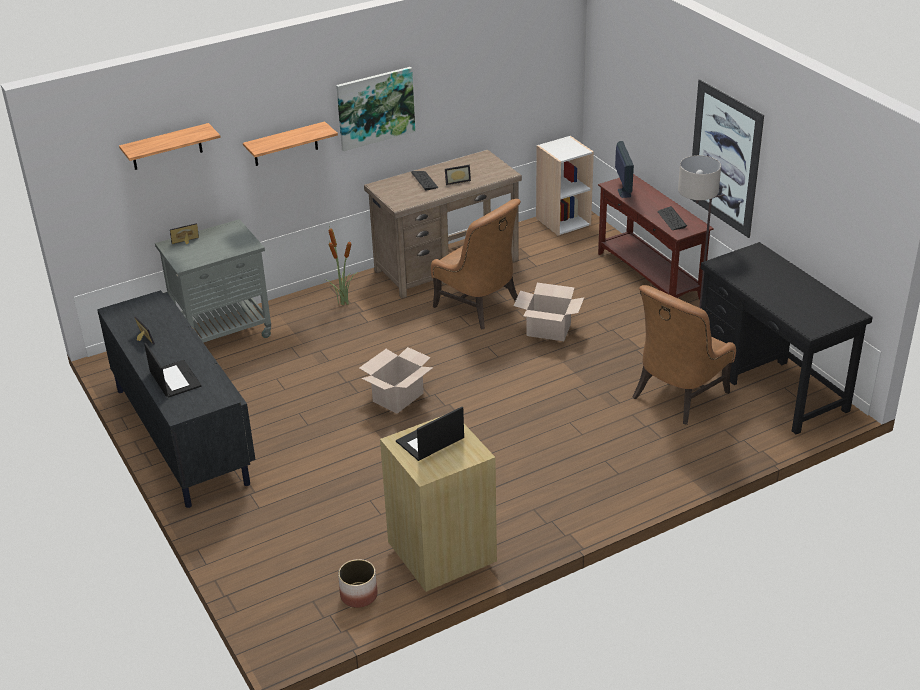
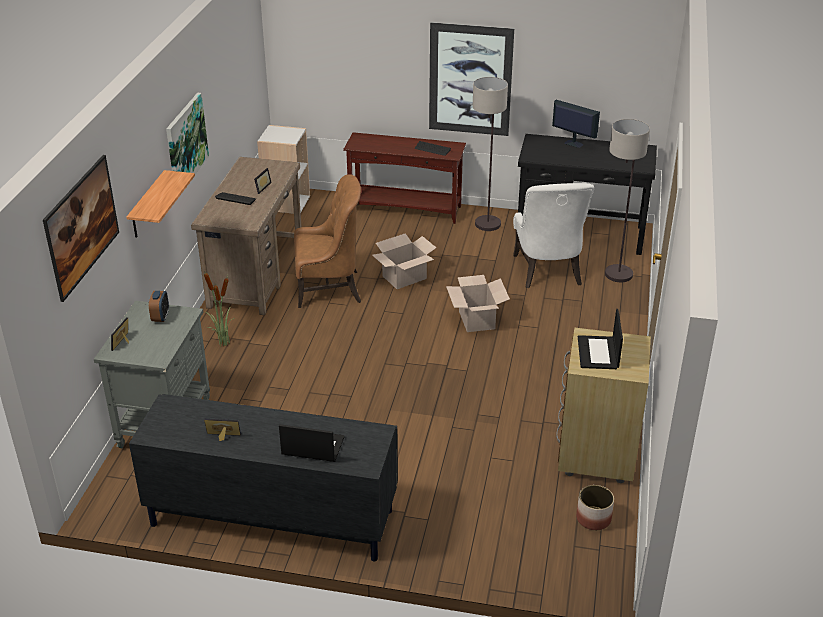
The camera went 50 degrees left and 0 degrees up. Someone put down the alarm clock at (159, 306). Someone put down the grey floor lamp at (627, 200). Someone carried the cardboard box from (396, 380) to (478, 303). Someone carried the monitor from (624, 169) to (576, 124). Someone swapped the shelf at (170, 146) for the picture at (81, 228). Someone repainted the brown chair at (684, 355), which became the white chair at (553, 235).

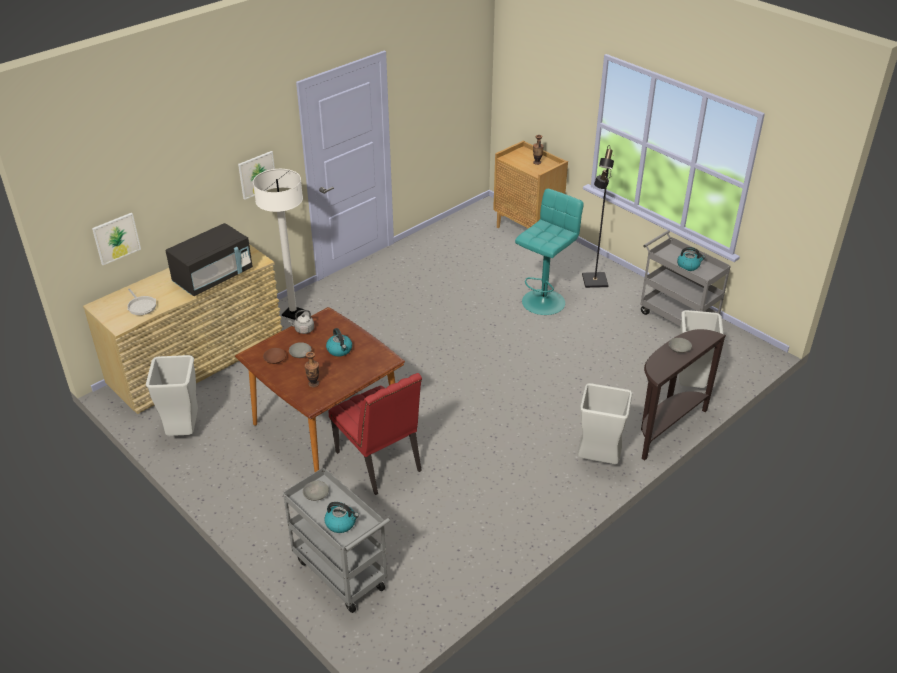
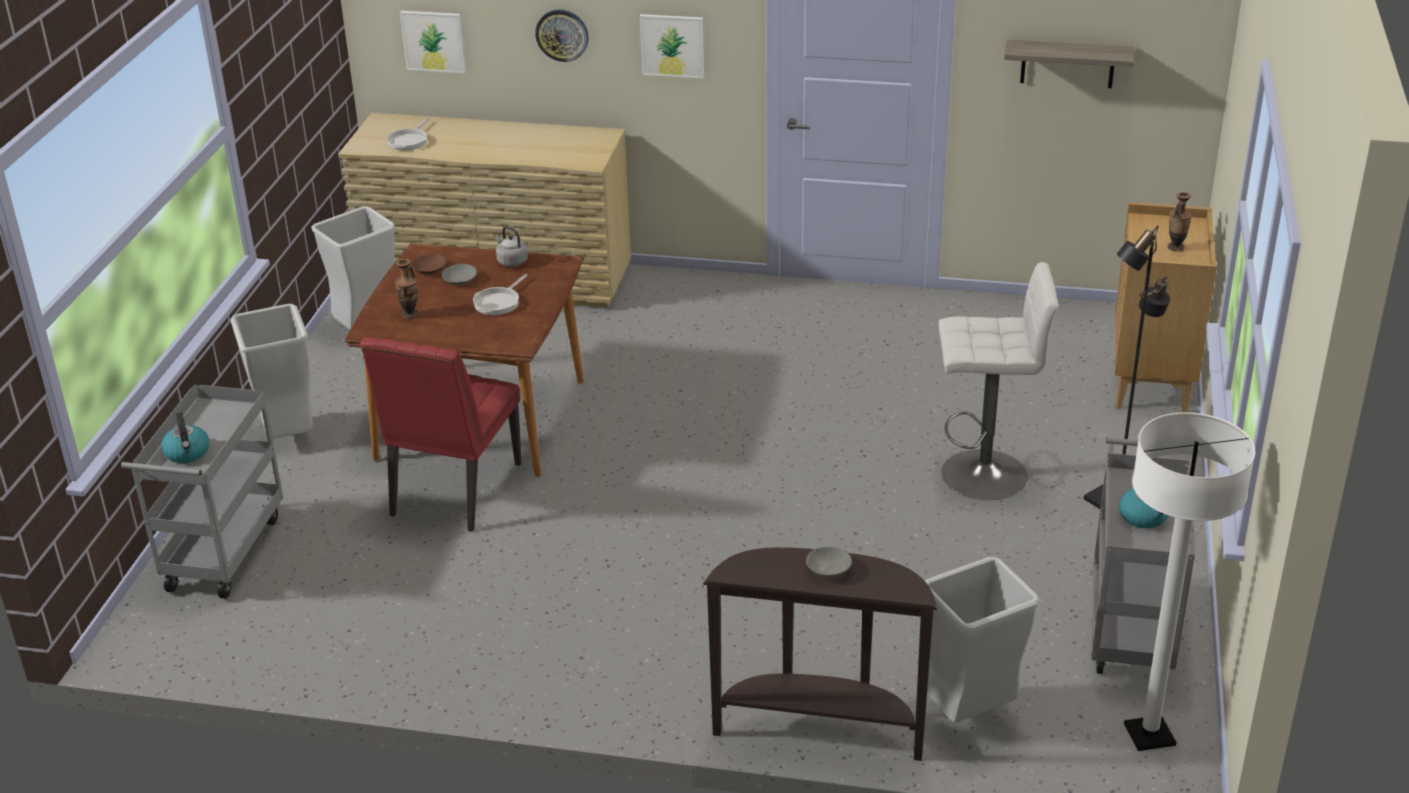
The camera went 55 degrees right and 5 degrees down. Someone took away the black microwave at (209, 259). Someone took away the grey bowl at (316, 491). Someone put up the wall clock at (562, 36). Someone put up the shelf at (1069, 64). Someone carried the white floor lamp from (279, 244) to (1189, 581). Someone carried the grey trash can from (604, 423) to (272, 371). Someone swapped the kettle at (339, 342) for the frying pan at (500, 294). Someone repainted the turquoise stool at (549, 252), which became the white stool at (999, 381).

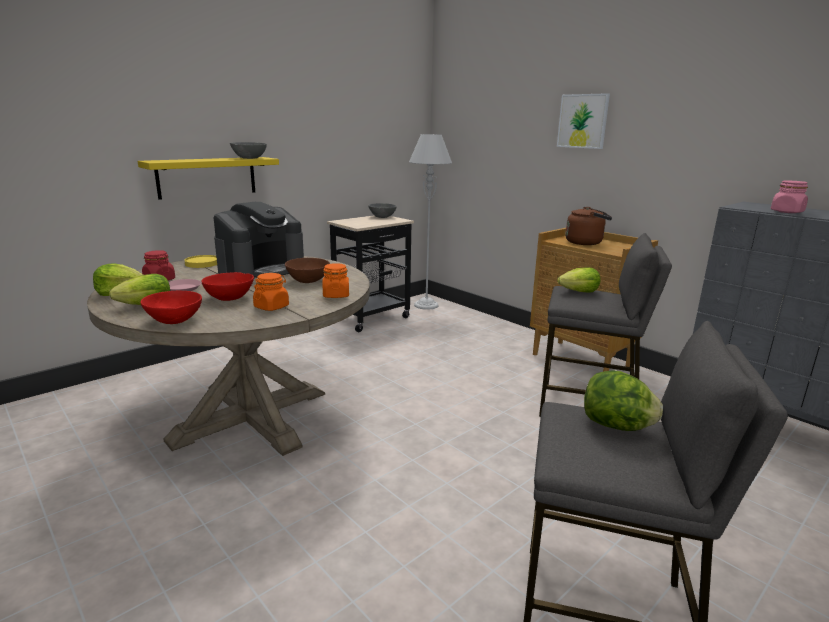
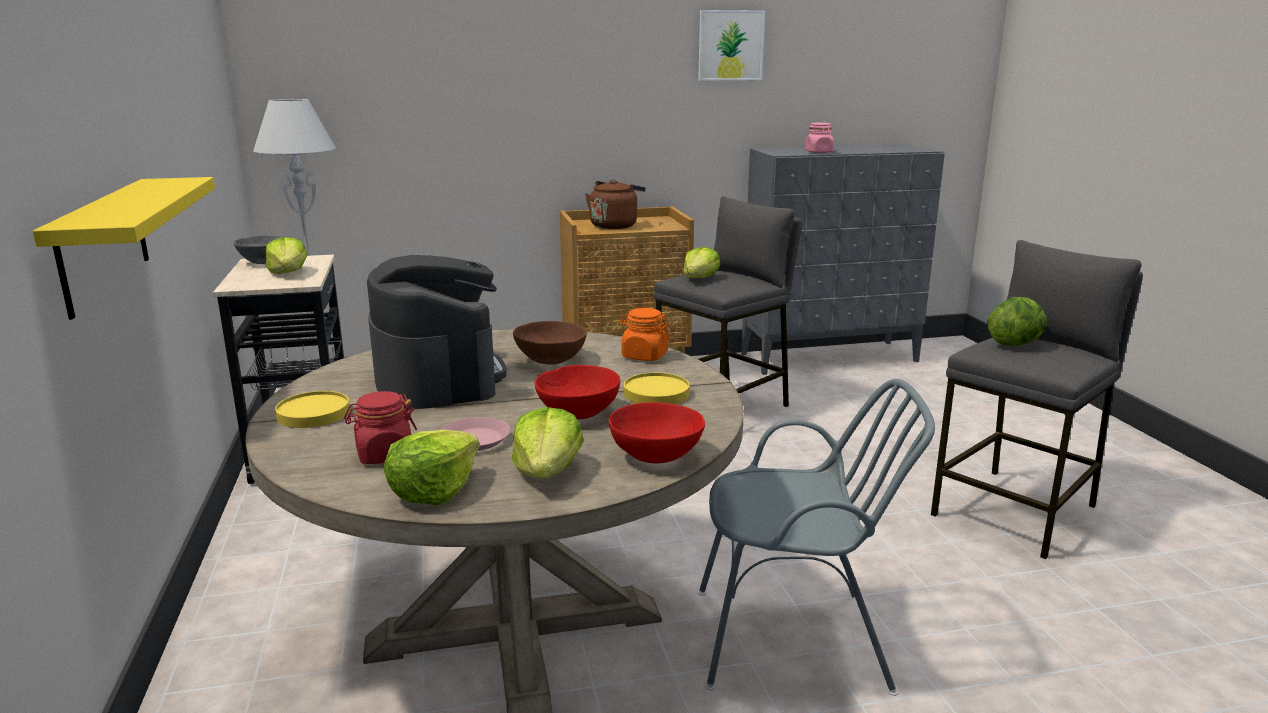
The camera went 60 degrees left and 0 degrees up. Someone took away the grey bowl at (248, 150). Someone put down the lettuce at (286, 255). Someone put down the grey chair at (816, 537). Someone carried the picture from (583, 121) to (731, 45). Someone swapped the orange jar at (271, 292) for the yellow plate at (657, 388).

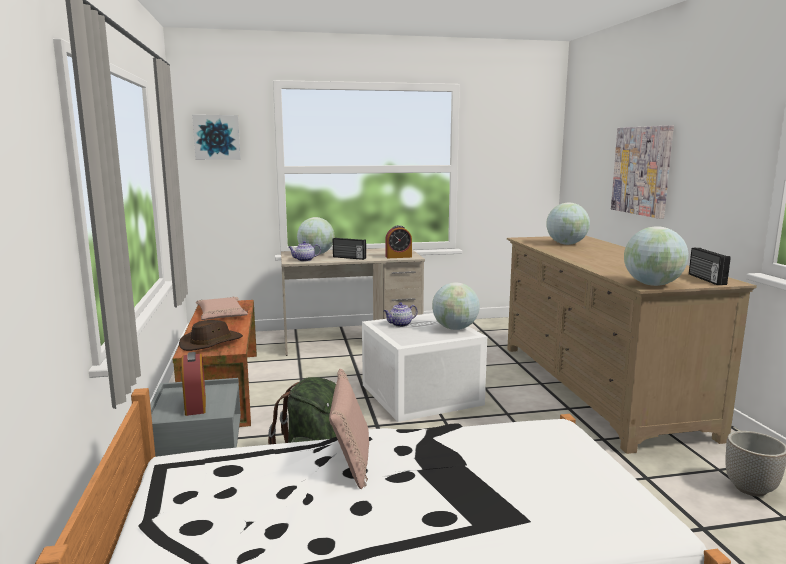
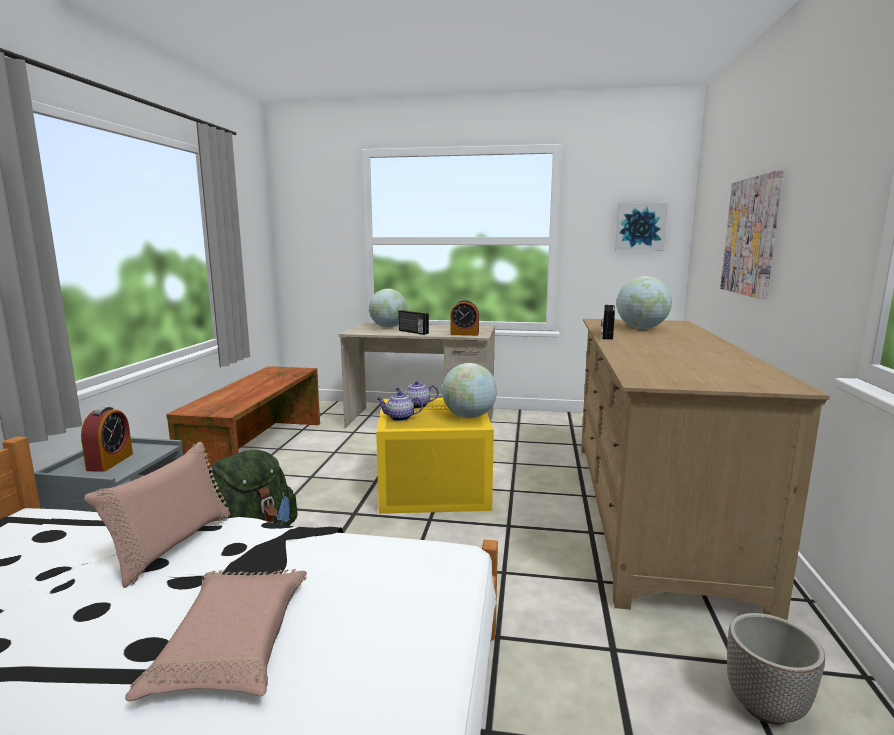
The camera went 20 degrees right and 0 degrees up. Someone took away the brown hat at (211, 335). Someone took away the globe at (656, 256). Someone carried the picture from (216, 137) to (641, 227). Someone carried the beige pillow from (222, 308) to (216, 635). Someone carried the teapot from (304, 251) to (400, 406). Someone carried the radio from (710, 266) to (608, 322). Someone repainted the white storage box at (424, 367), which became the yellow storage box at (435, 456).

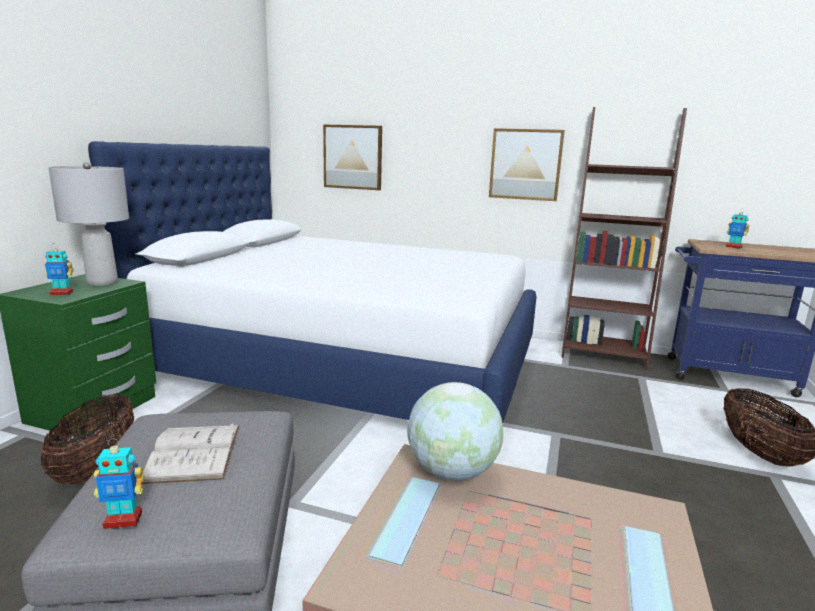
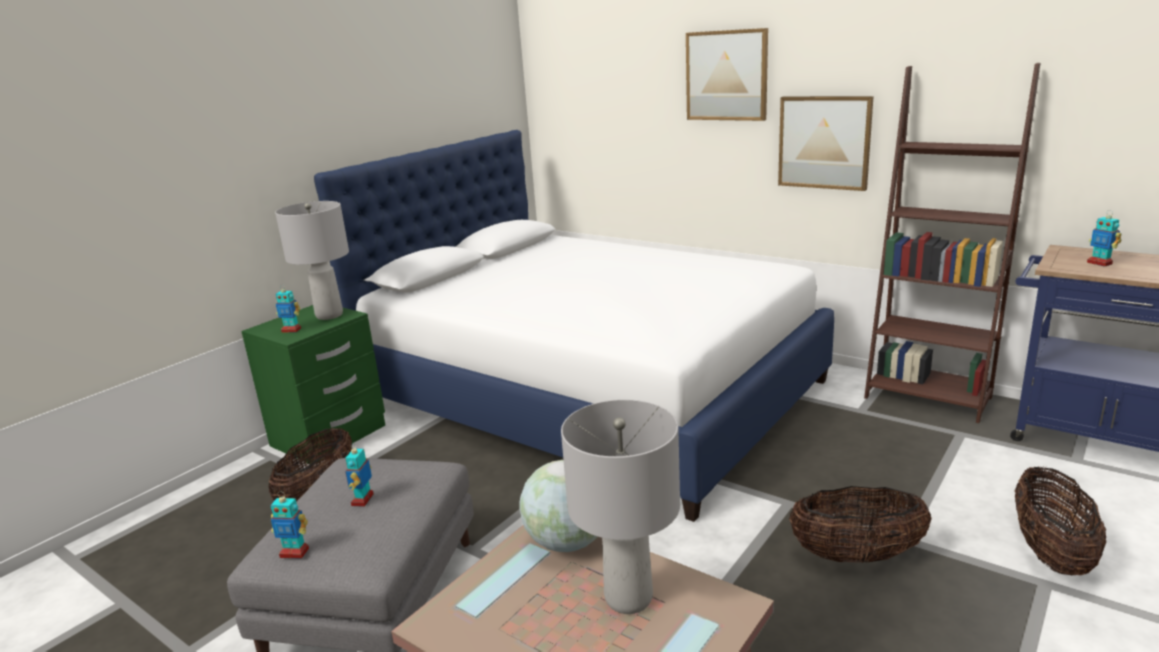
The camera went 20 degrees right and 5 degrees up. Someone put down the grey table lamp at (620, 507). Someone put down the basket at (860, 524). Someone carried the picture from (352, 157) to (727, 74). Someone swapped the white book at (191, 453) for the toy robot at (359, 477).

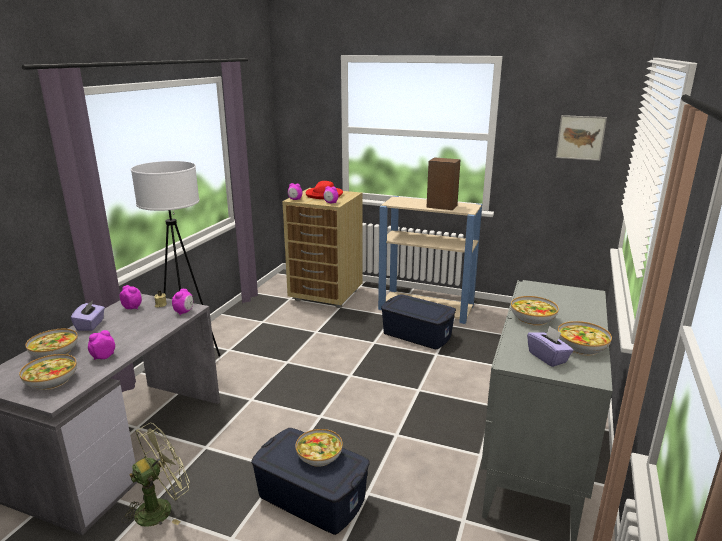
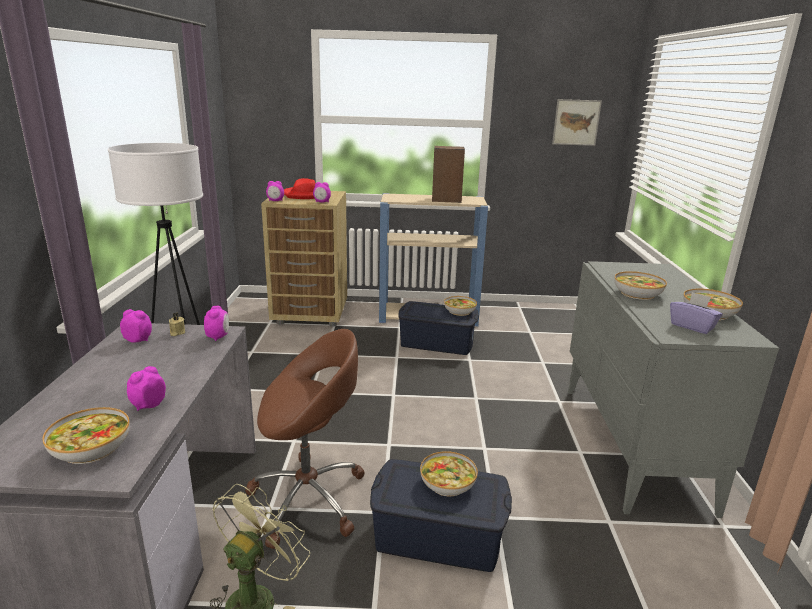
The camera went 20 degrees left and 0 degrees up. Someone took away the purple tissue box at (88, 315). Someone put down the brown office chair at (305, 439). Someone carried the bowl from (51, 343) to (460, 306).

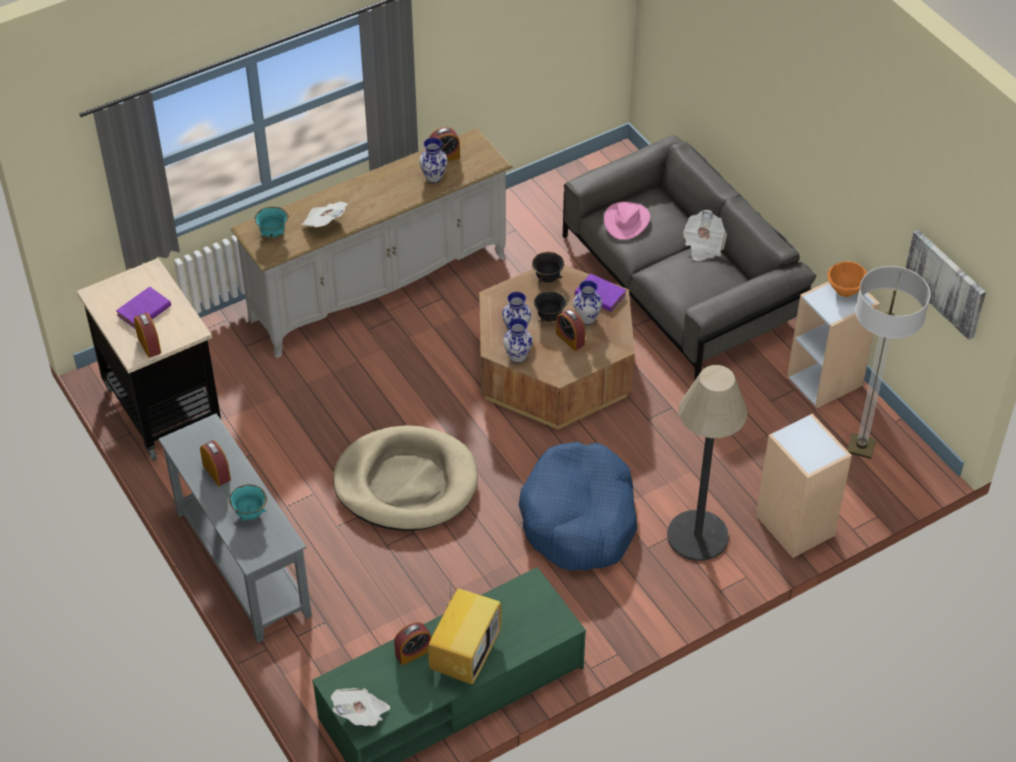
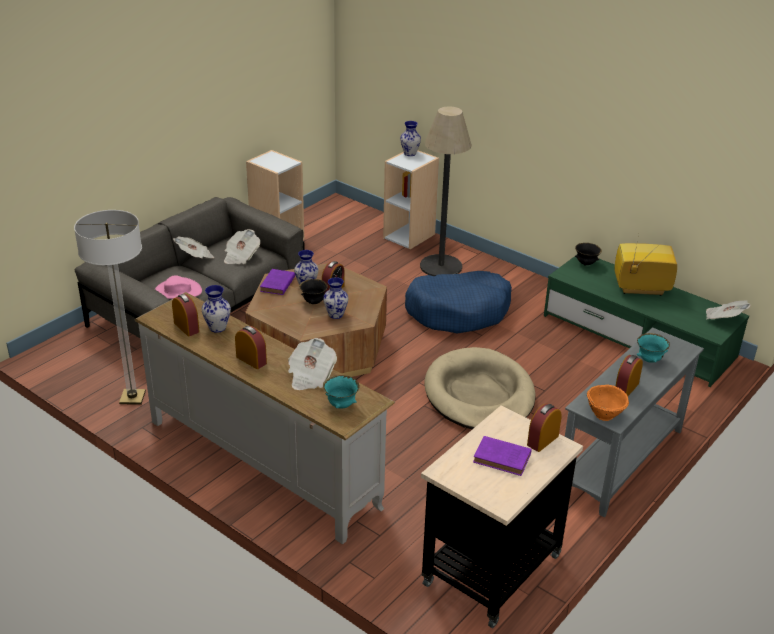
The camera went 110 degrees left and 15 degrees down. Someone took away the picture at (946, 285). Someone put down the newspaper at (242, 246). Someone carried the alarm clock from (412, 643) to (251, 347). Someone carried the vase from (518, 340) to (410, 138). Someone carried the black bowl from (548, 267) to (588, 254). Someone carried the orange bowl from (847, 279) to (608, 402). Someone carried the floor lamp from (888, 362) to (110, 307).

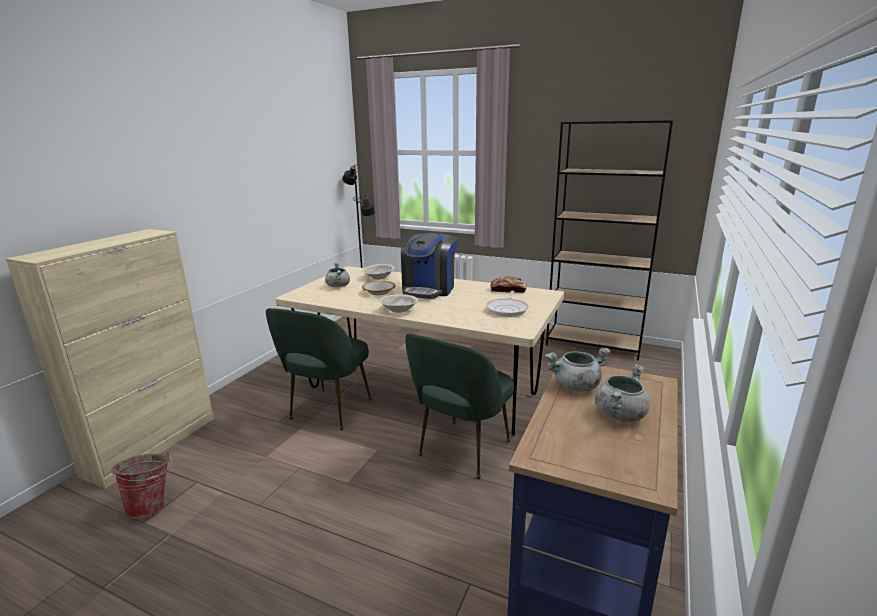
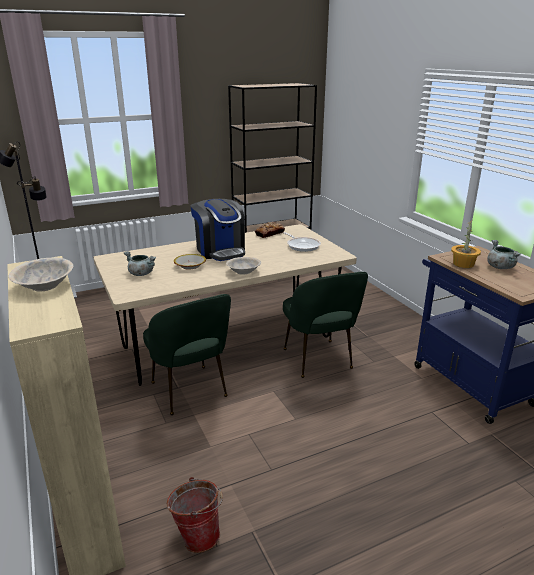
The camera went 50 degrees left and 5 degrees up. Someone carried the beige bowl from (378, 272) to (41, 274). Someone swapped the grey cooking pot at (578, 370) for the potted plant at (466, 244).

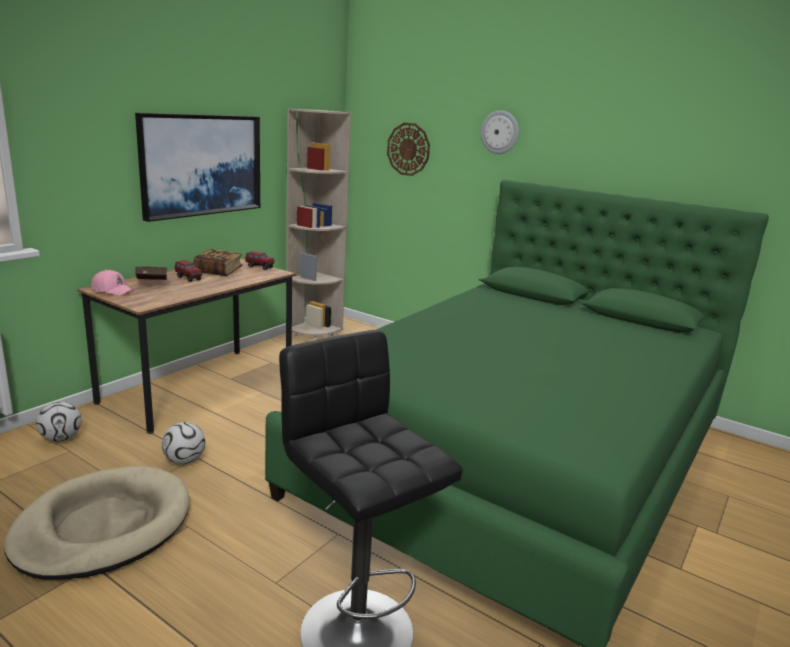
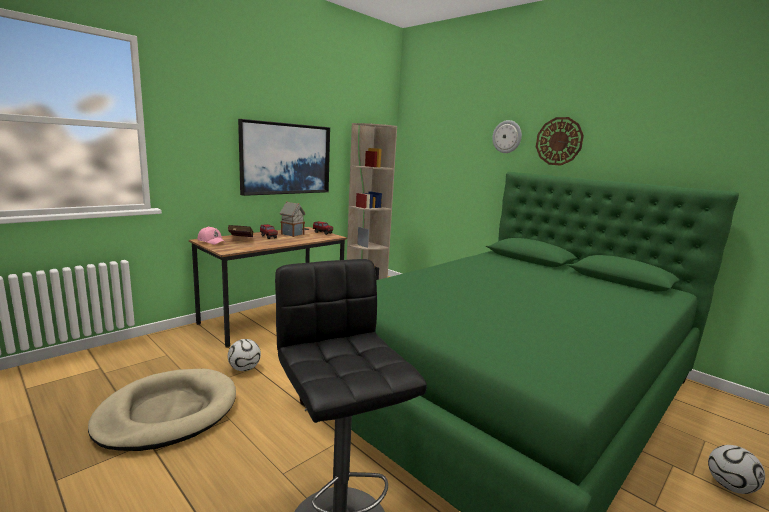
The camera went 10 degrees right and 5 degrees down. Someone carried the football from (59, 421) to (736, 469). Someone carried the wall clock from (408, 149) to (560, 141). Someone swapped the book at (218, 262) for the toy house at (292, 219).

